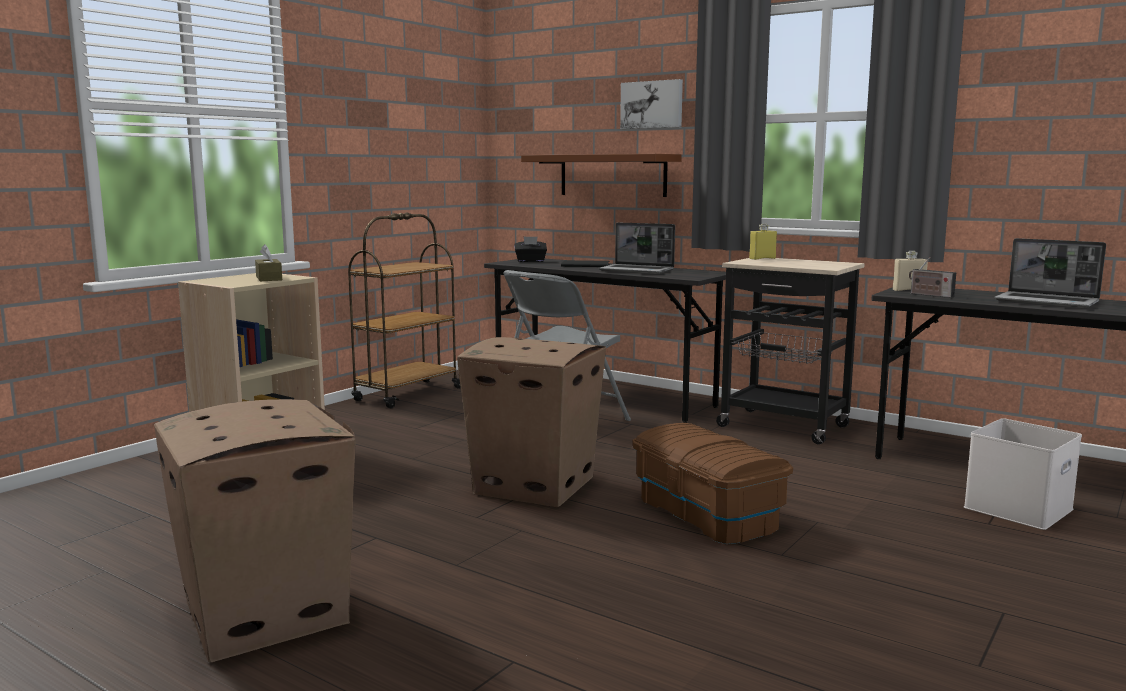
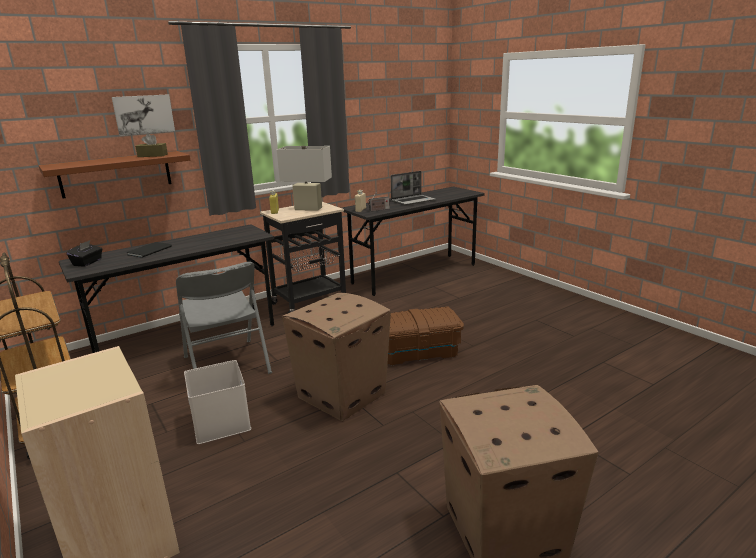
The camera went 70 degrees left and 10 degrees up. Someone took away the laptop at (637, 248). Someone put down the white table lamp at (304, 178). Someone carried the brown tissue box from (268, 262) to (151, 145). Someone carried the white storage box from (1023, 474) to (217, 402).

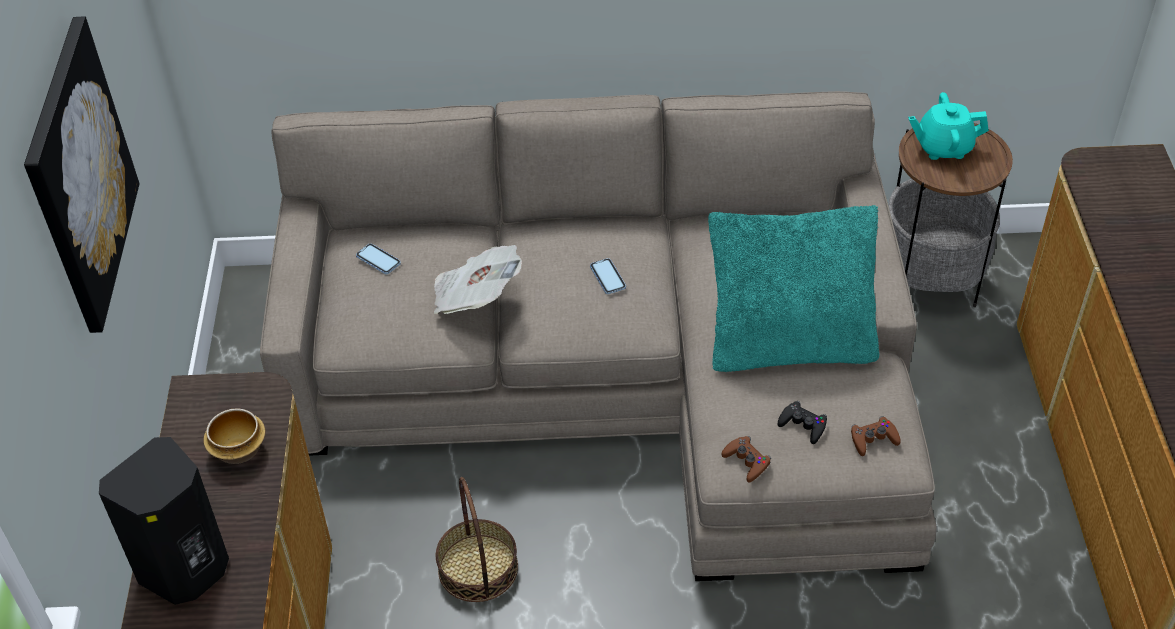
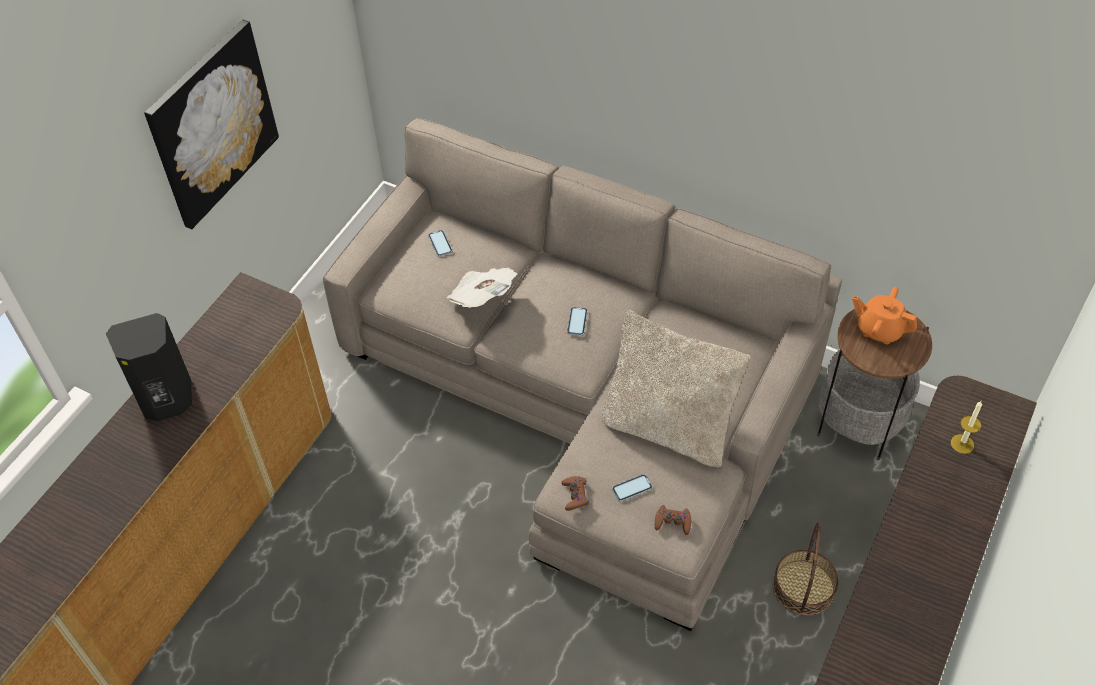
The camera went 30 degrees right and 5 degrees up. Someone took away the bowl at (234, 436). Someone put down the candle at (966, 427). Someone carried the basket from (477, 539) to (806, 569). Someone swapped the black game controller at (802, 422) for the phone at (632, 488). Someone repainted the turquoise pillow at (793, 288), which became the beige pillow at (675, 388). Someone repainted the turquoise teapot at (948, 126), which became the orange teapot at (884, 315).

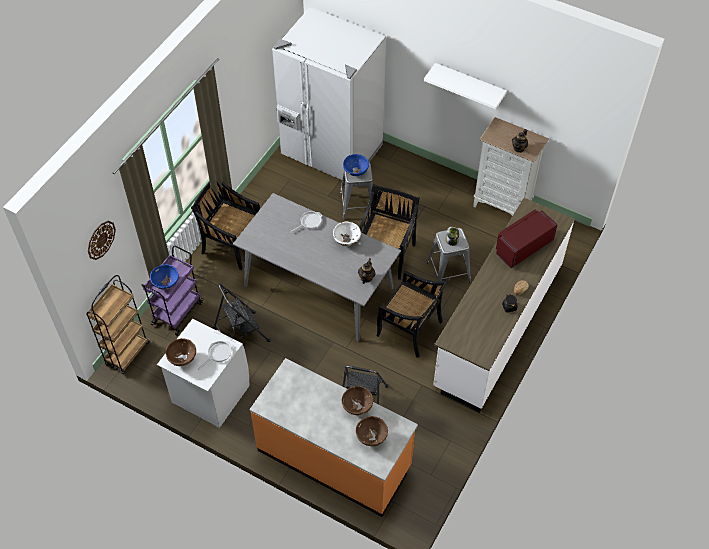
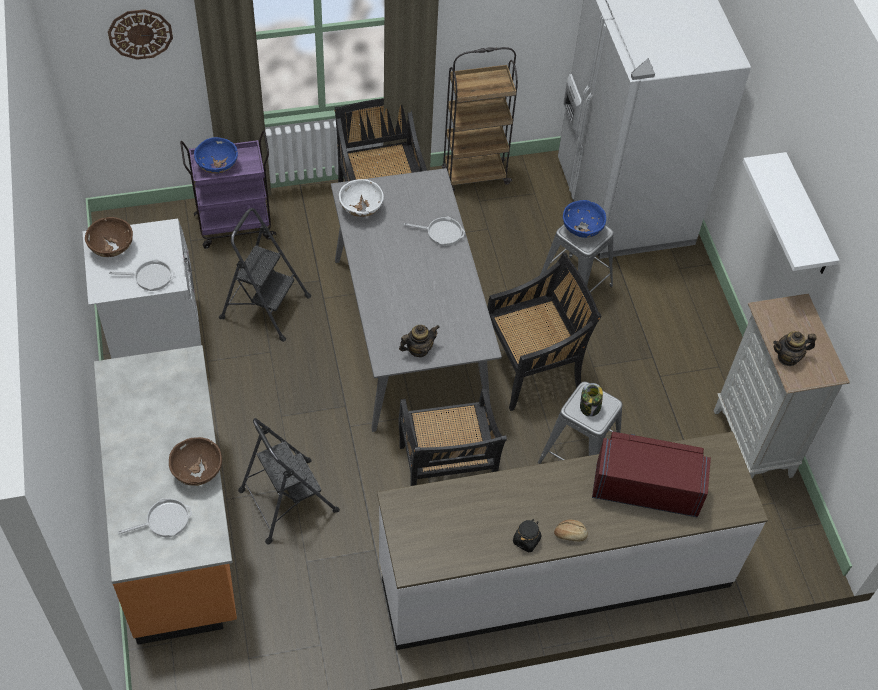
The camera went 45 degrees right and 0 degrees up. Someone carried the brown cart from (118, 325) to (479, 119). Someone carried the white bowl from (347, 234) to (361, 198). Someone swapped the brown bowl at (372, 431) for the frying pan at (155, 517).

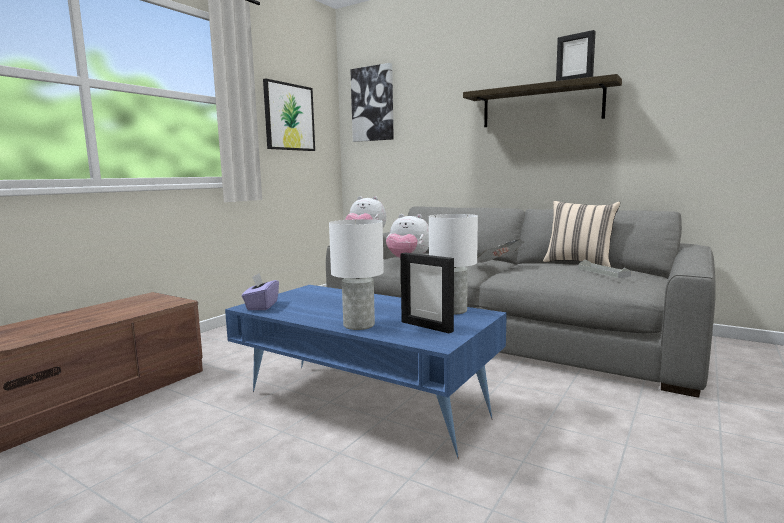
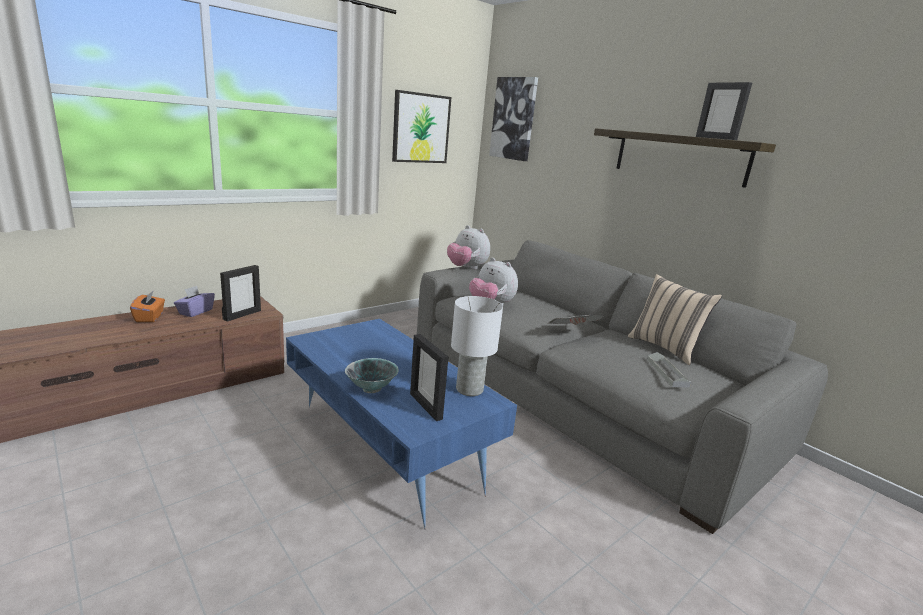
The camera went 15 degrees right and 10 degrees up. Someone put down the orange tissue box at (147, 306). Someone put down the picture frame at (240, 293). Someone carried the purple tissue box from (260, 291) to (194, 301). Someone swapped the white table lamp at (356, 274) for the bowl at (372, 375).

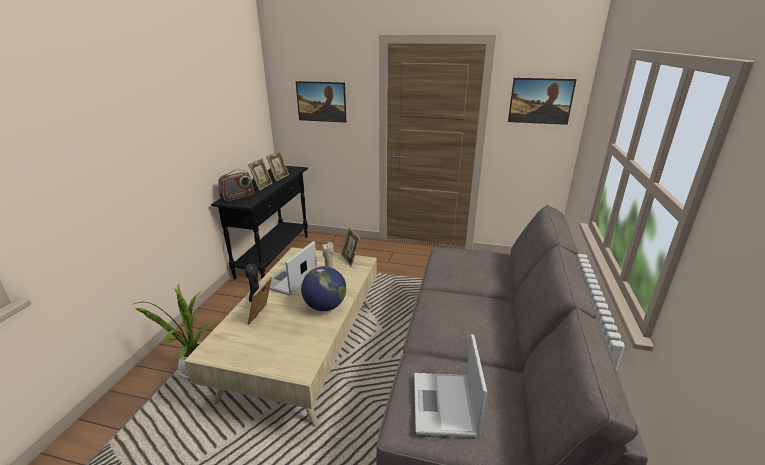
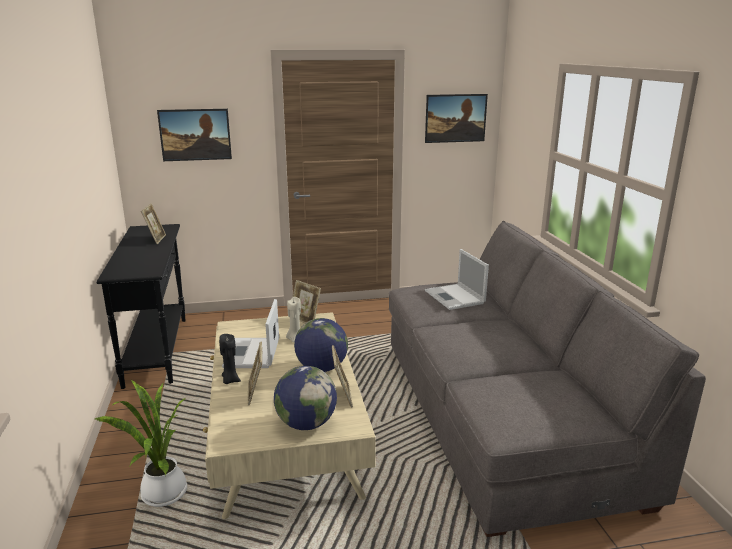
The camera went 25 degrees left and 5 degrees down. Someone took away the radio at (236, 185). Someone put down the globe at (305, 398). Someone carried the picture frame from (260, 174) to (342, 376). Someone carried the laptop from (450, 385) to (457, 279).

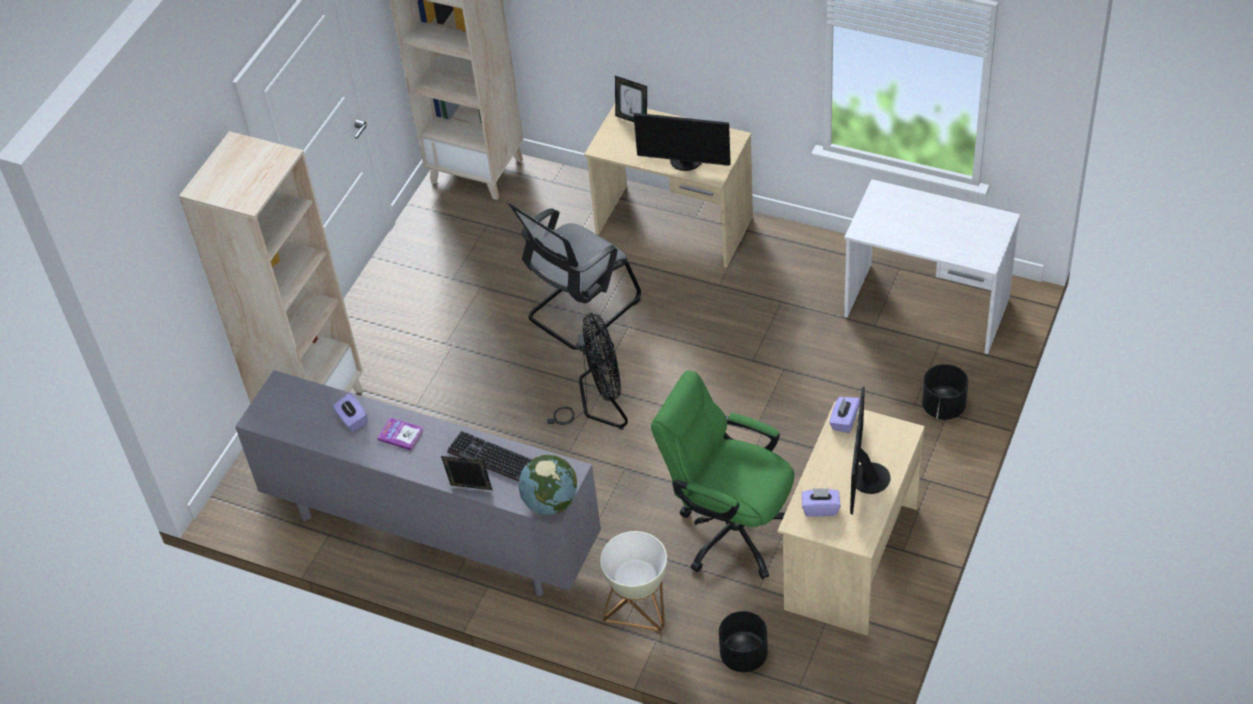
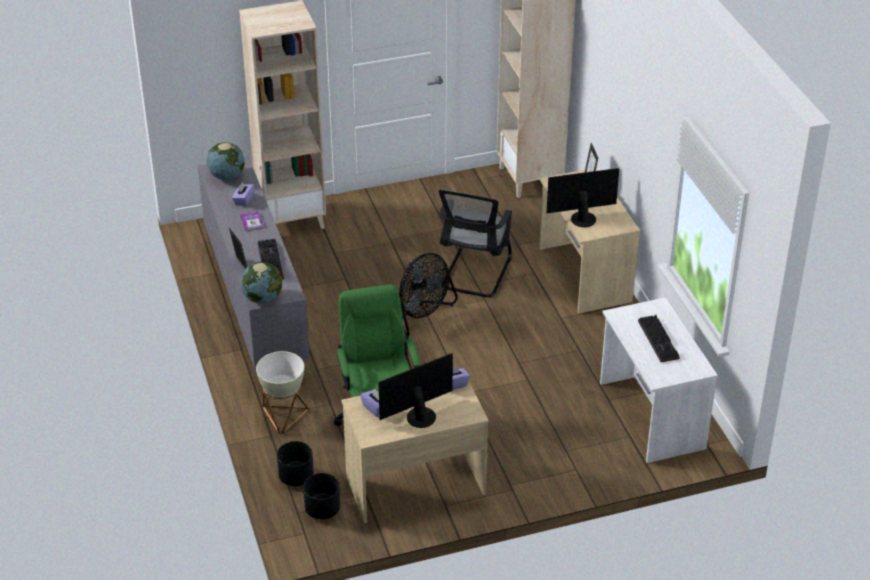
The camera went 45 degrees right and 10 degrees down. Someone put down the globe at (226, 161). Someone put down the keyboard at (659, 338). Someone carried the black planter from (945, 392) to (322, 496). Someone rotated the chair at (574, 276) by 75 degrees counterclockwise. Someone rotated the monitor at (682, 142) by 105 degrees clockwise.

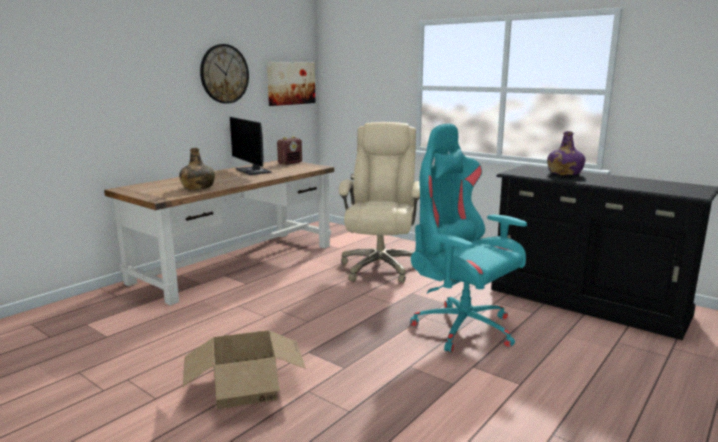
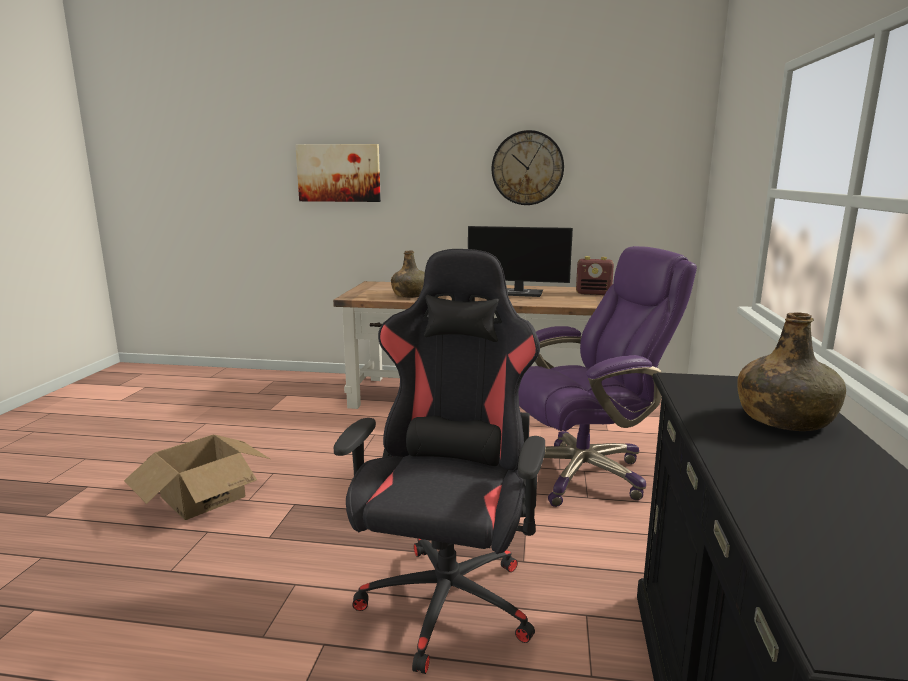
The camera went 60 degrees right and 0 degrees up. Someone carried the picture from (291, 84) to (338, 173). Someone repainted the beige office chair at (379, 202), which became the purple office chair at (607, 376). Someone repainted the turquoise office chair at (468, 238), which became the black office chair at (439, 461). Someone repainted the purple bottle at (566, 153), which became the green bottle at (791, 371). Someone rotated the monitor at (251, 146) by 105 degrees counterclockwise.

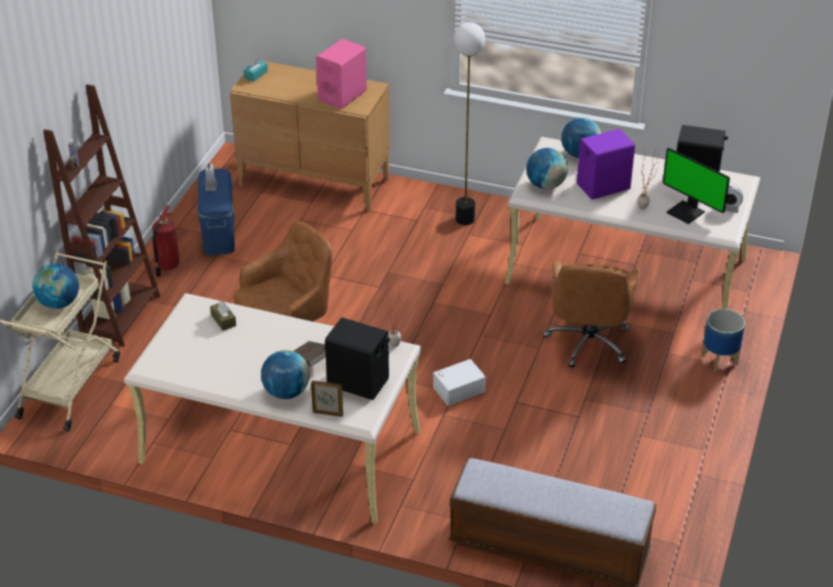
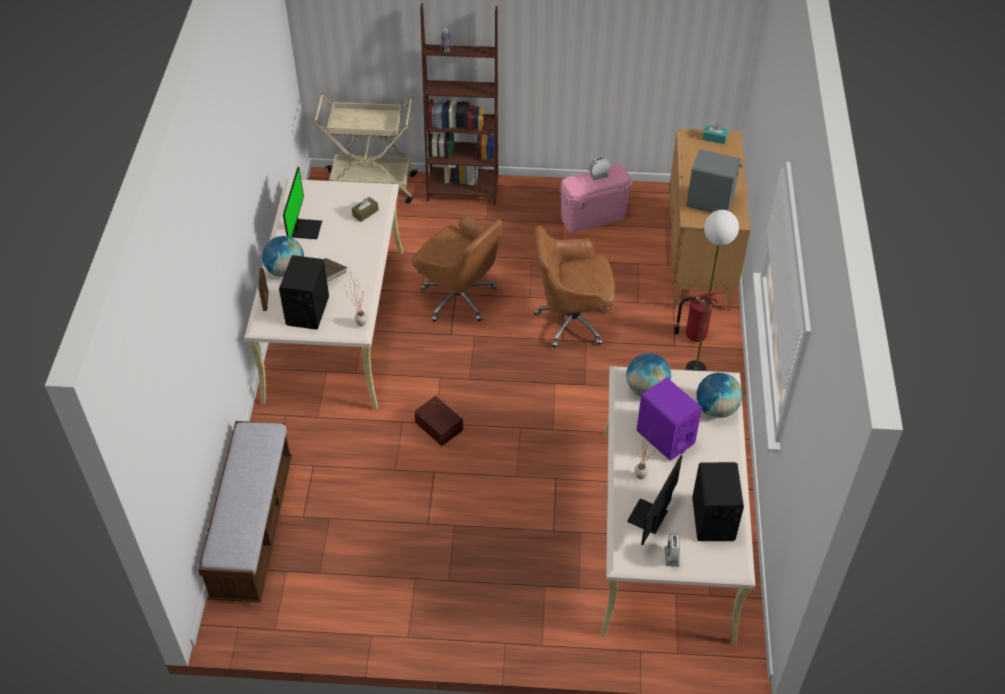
The camera went 75 degrees right and 10 degrees up. Someone took away the globe at (55, 286). Someone took away the planter at (723, 340). Someone put down the monitor at (302, 203). Someone carried the fire extinguisher from (166, 241) to (696, 317). Someone carried the brown office chair from (591, 313) to (574, 286). Someone repainted the blue storage box at (216, 212), which became the pink storage box at (595, 198). Someone repainted the pink speaker at (341, 74), which became the grey speaker at (714, 181). Someone repainted the white storage box at (459, 382), which became the brown storage box at (438, 421).

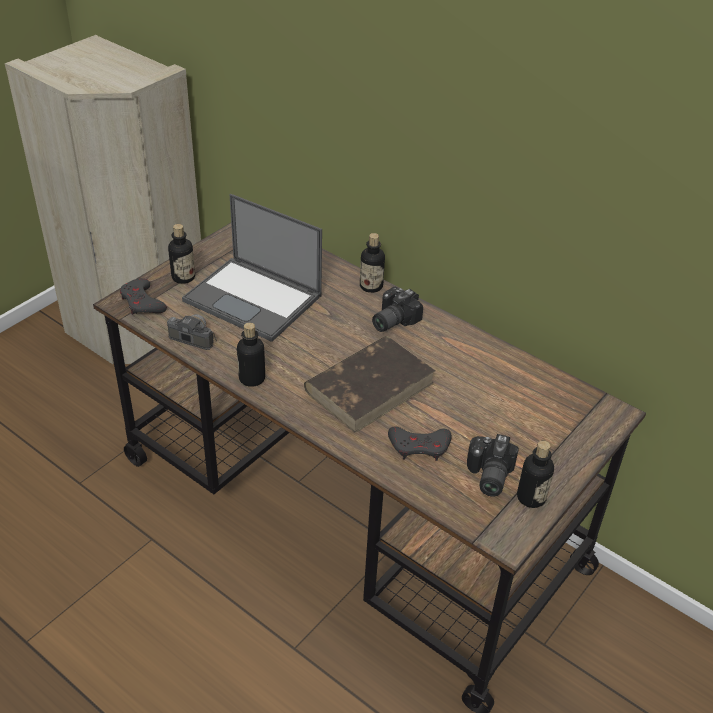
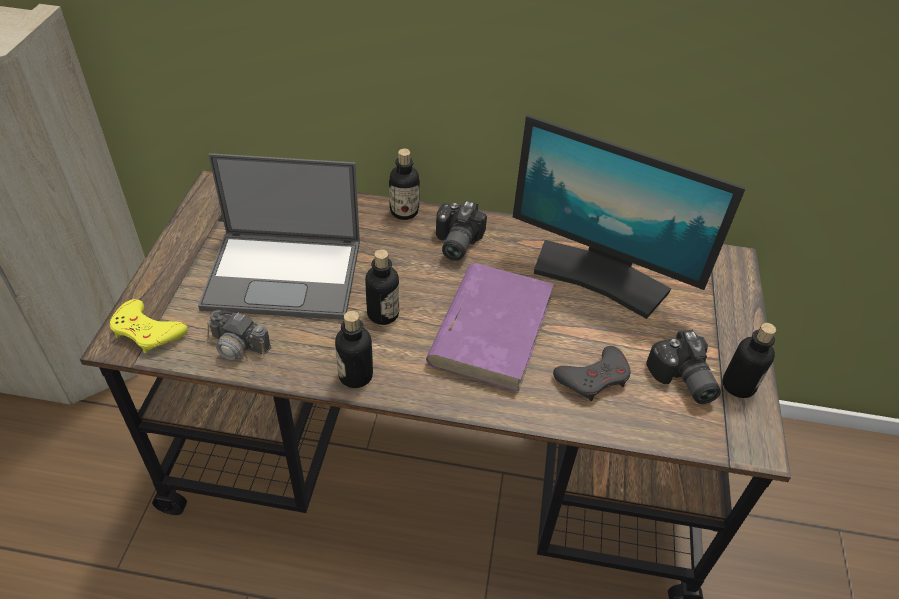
The camera went 30 degrees left and 5 degrees up. Someone put down the monitor at (629, 217). Someone carried the bottle from (181, 254) to (382, 287). Someone repainted the grey game controller at (143, 296), which became the yellow game controller at (149, 326). Someone repainted the brown book at (369, 384), which became the purple book at (490, 328). Someone rotated the photo camera at (193, 332) by 150 degrees counterclockwise.

